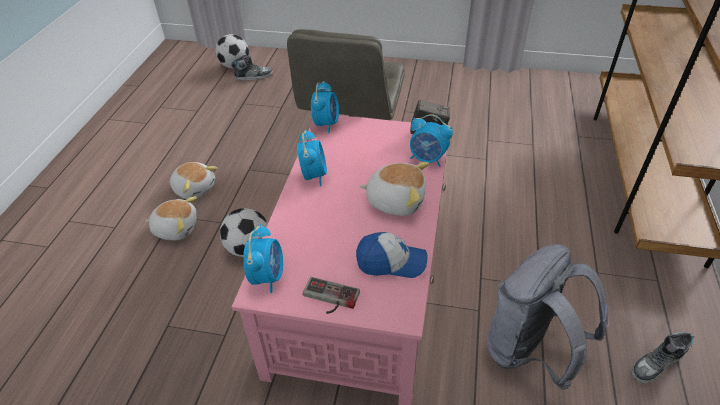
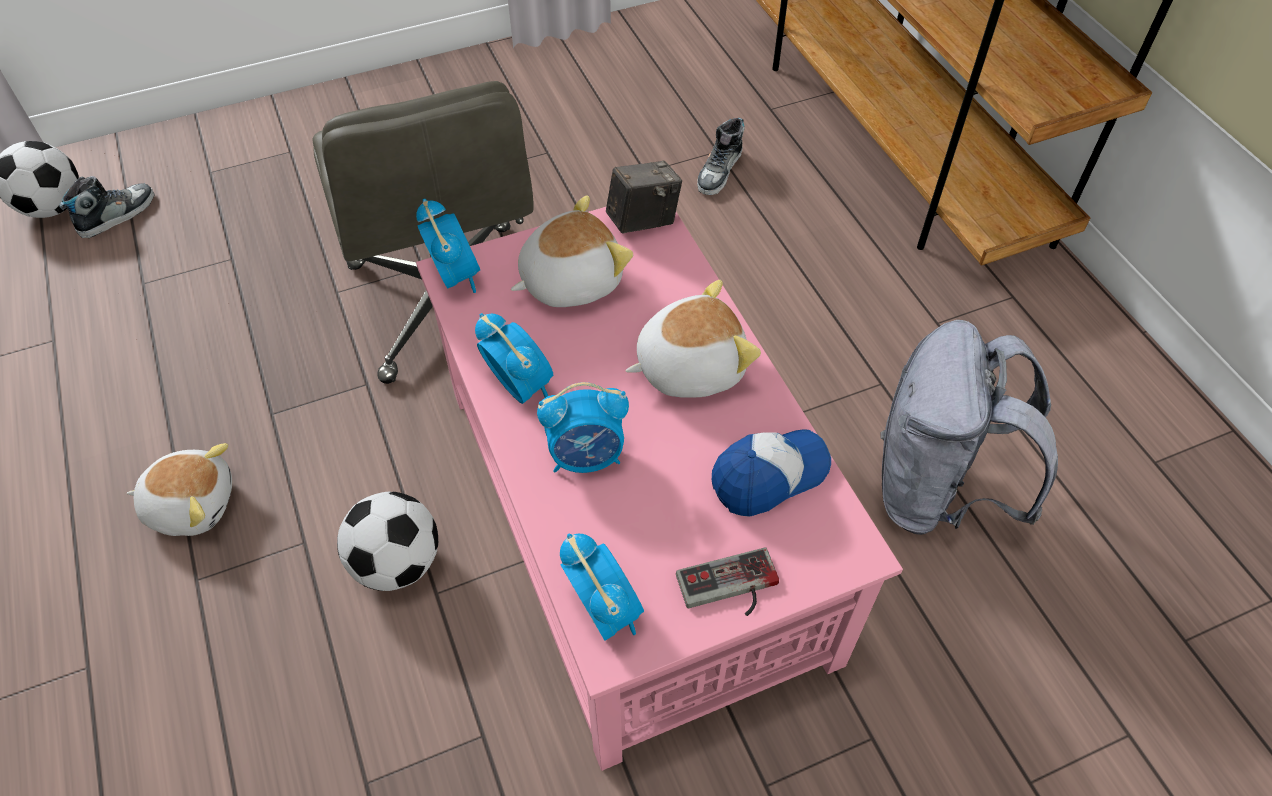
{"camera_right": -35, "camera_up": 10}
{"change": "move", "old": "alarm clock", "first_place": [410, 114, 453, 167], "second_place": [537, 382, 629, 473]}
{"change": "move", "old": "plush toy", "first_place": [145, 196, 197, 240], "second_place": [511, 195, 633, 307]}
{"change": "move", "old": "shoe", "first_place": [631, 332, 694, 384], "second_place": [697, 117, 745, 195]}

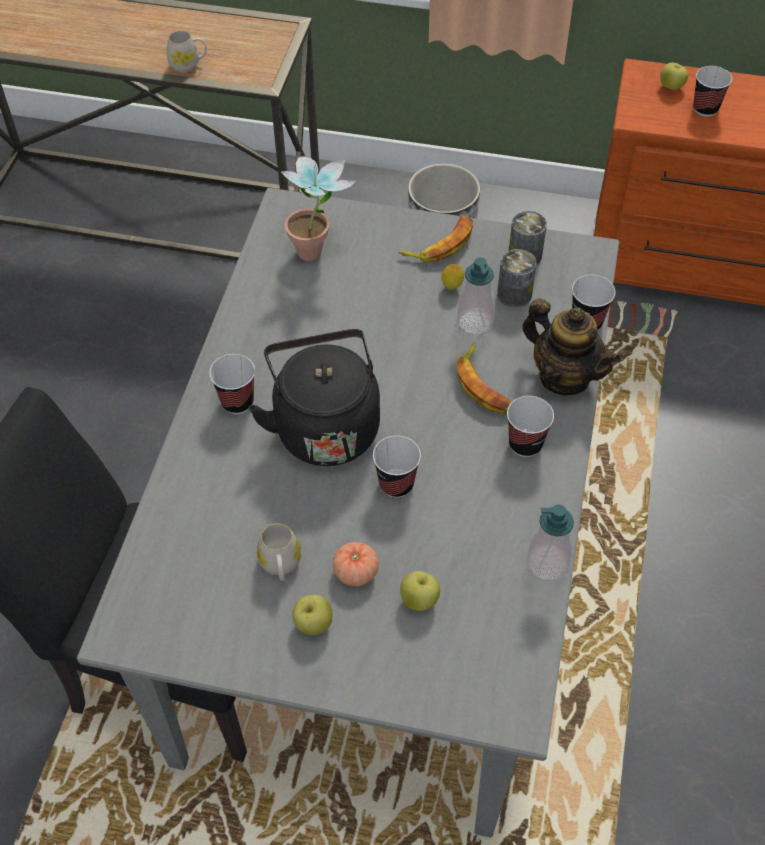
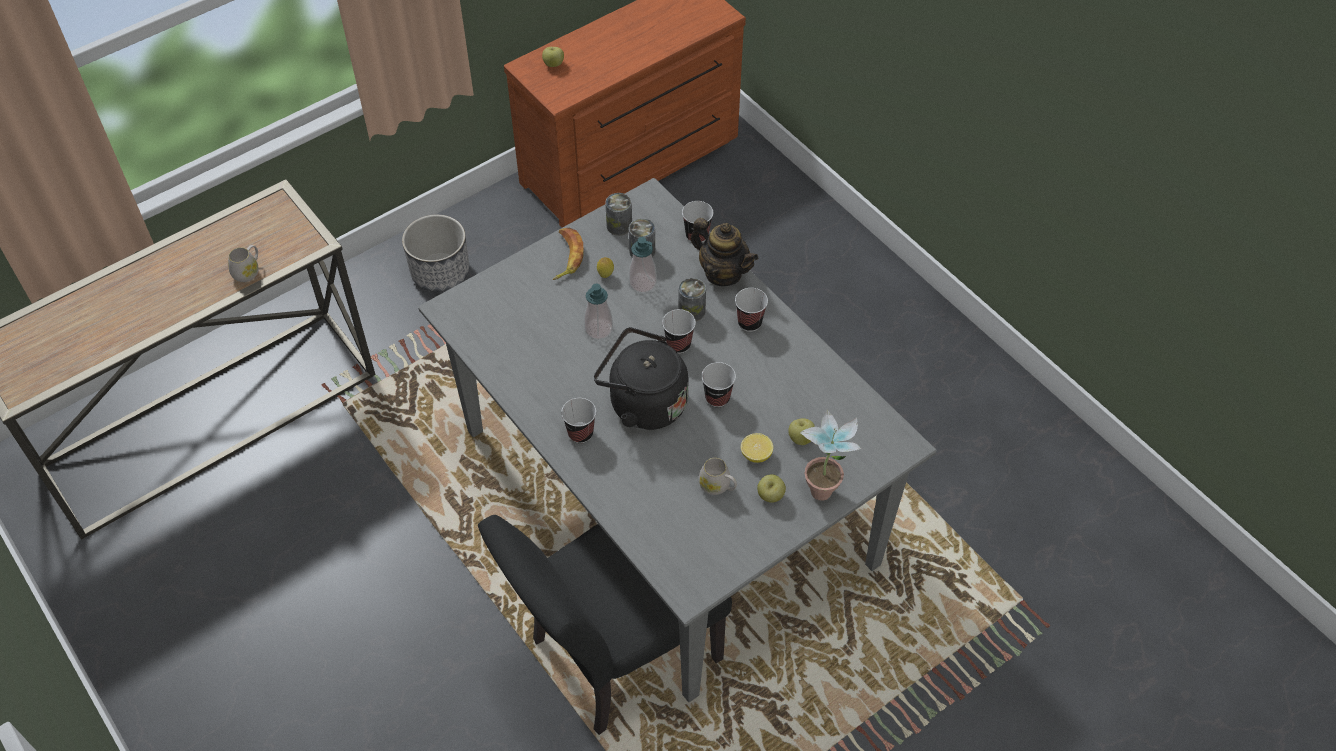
{"camera_right": -50, "camera_up": 0}
{"change": "move", "old": "cup", "first_place": [693, 66, 732, 117], "second_place": [662, 309, 696, 354]}
{"change": "move", "old": "potted plant", "first_place": [281, 156, 355, 261], "second_place": [800, 409, 861, 501]}
{"change": "rotate", "old": "teapot", "first_place": [522, 298, 621, 395], "second_place": [691, 218, 758, 286], "degrees": 45}
{"change": "replace", "old": "banana", "new": "can", "first_place": [457, 342, 512, 414], "second_place": [678, 278, 706, 321]}
{"change": "move", "old": "soap dispenser", "first_place": [526, 504, 574, 581], "second_place": [584, 284, 613, 340]}
{"change": "replace", "old": "tomato", "new": "lemon", "first_place": [333, 542, 379, 586], "second_place": [741, 433, 773, 463]}

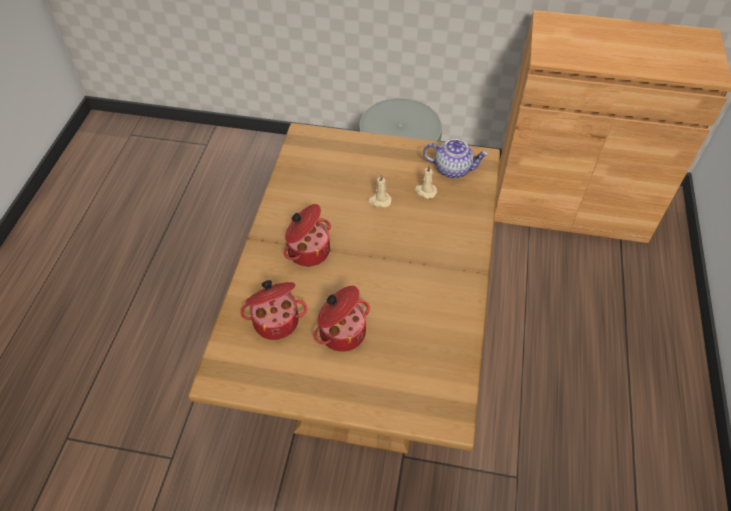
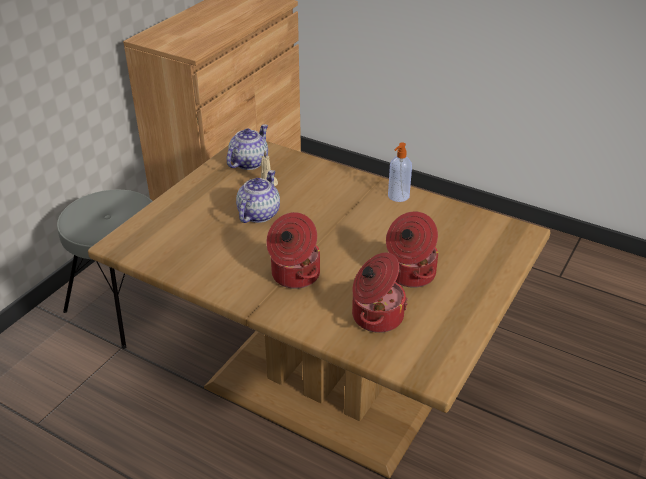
{"camera_right": -70, "camera_up": -15}
{"change": "replace", "old": "beige candle", "new": "teapot", "first_place": [368, 174, 392, 208], "second_place": [236, 170, 280, 223]}
{"change": "insert", "new": "soap dispenser", "second_place": [388, 142, 412, 202]}

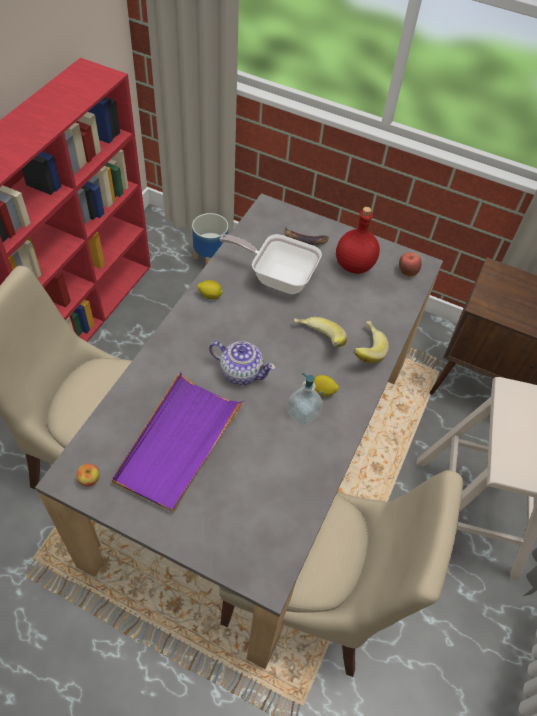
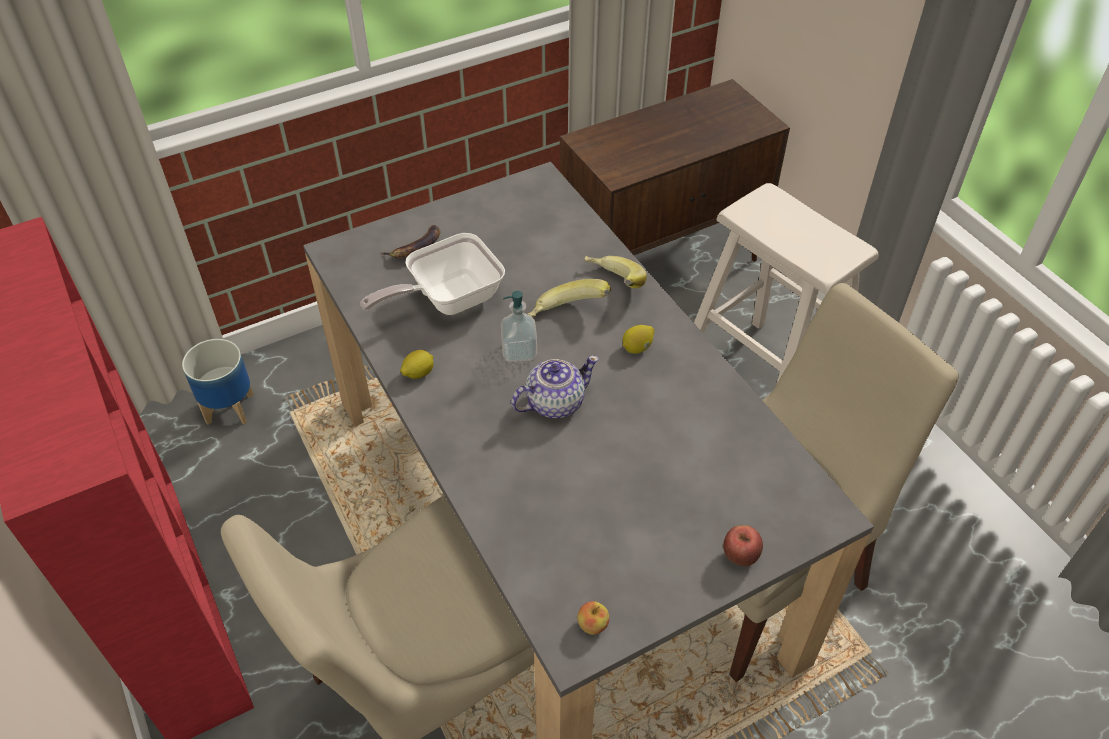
{"camera_right": -50, "camera_up": -5}
{"change": "delete", "old": "red bottle", "first_place": [336, 207, 380, 274]}
{"change": "move", "old": "apple", "first_place": [399, 252, 422, 276], "second_place": [723, 525, 763, 566]}
{"change": "delete", "old": "purple tray", "first_place": [112, 372, 244, 513]}
{"change": "move", "old": "soap dispenser", "first_place": [287, 373, 323, 426], "second_place": [501, 291, 537, 362]}

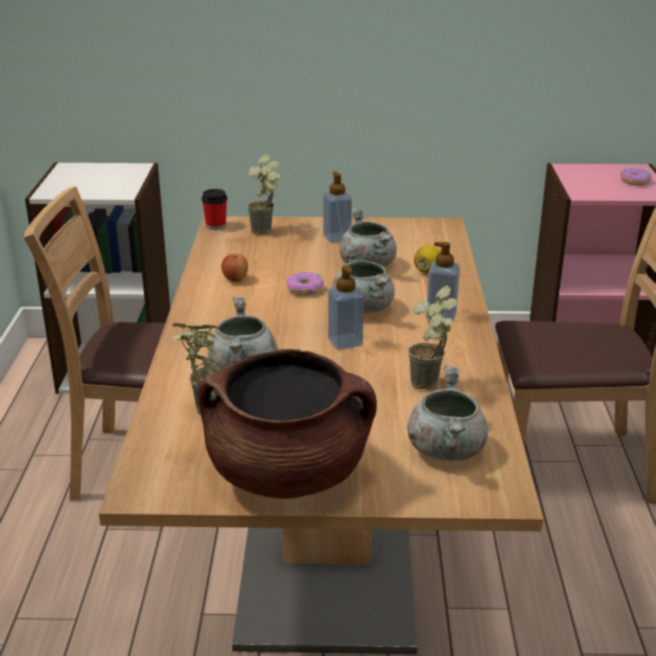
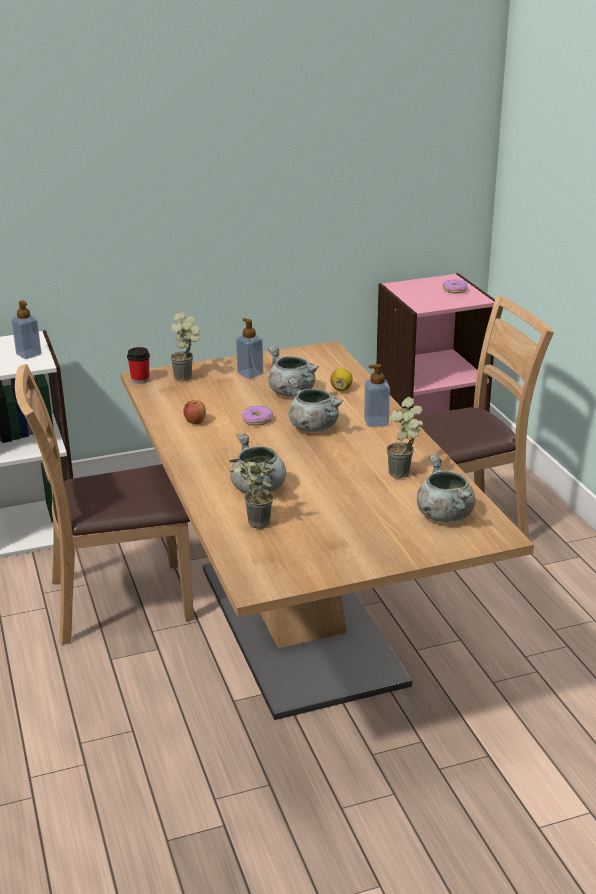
{"camera_right": -20, "camera_up": 0}
{"change": "move", "old": "soap dispenser", "first_place": [328, 265, 364, 350], "second_place": [11, 301, 42, 359]}
{"change": "delete", "old": "brown cooking pot", "first_place": [198, 349, 377, 499]}

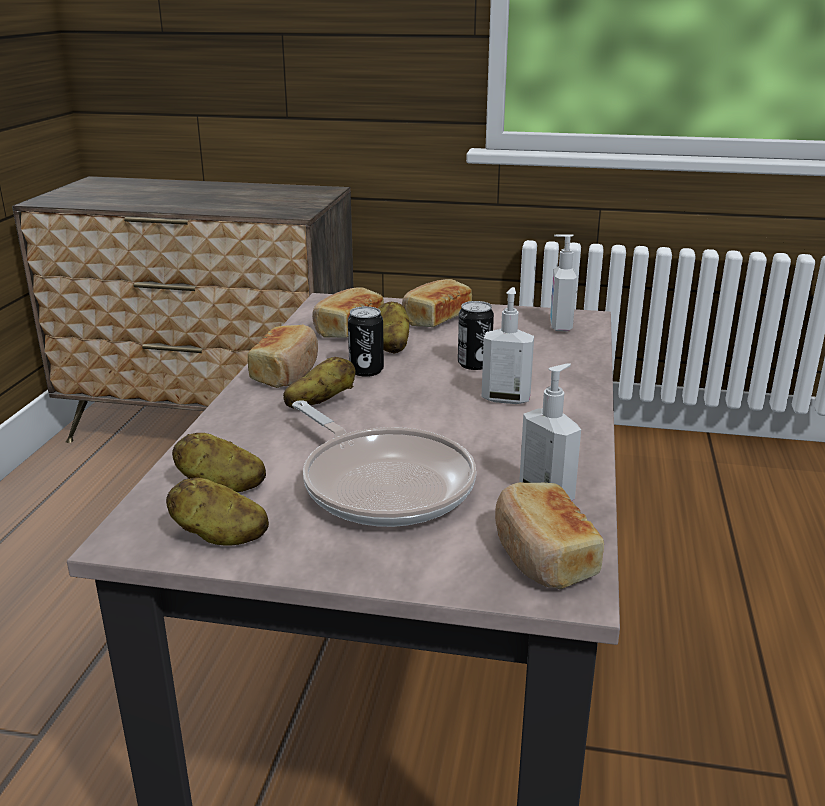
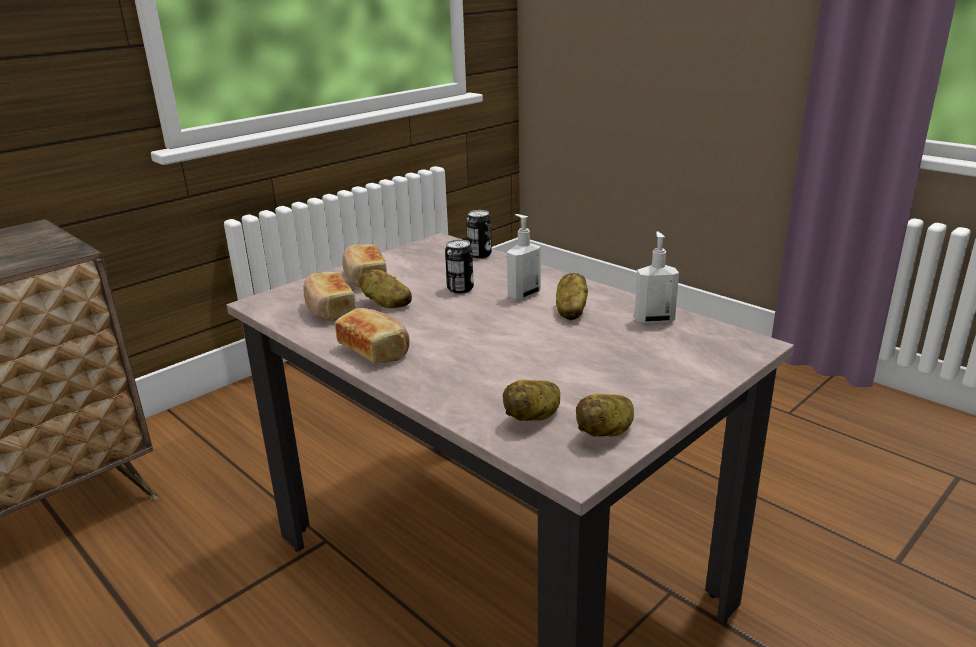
{"camera_right": -55, "camera_up": 0}
{"change": "delete", "old": "soap dispenser", "first_place": [550, 234, 577, 331]}
{"change": "move", "old": "can", "first_place": [348, 306, 384, 377], "second_place": [467, 210, 492, 258]}
{"change": "move", "old": "potato", "first_place": [283, 357, 355, 409], "second_place": [556, 273, 588, 320]}
{"change": "delete", "old": "frying pan", "first_place": [292, 400, 476, 527]}
{"change": "delete", "old": "bread", "first_place": [495, 482, 604, 589]}

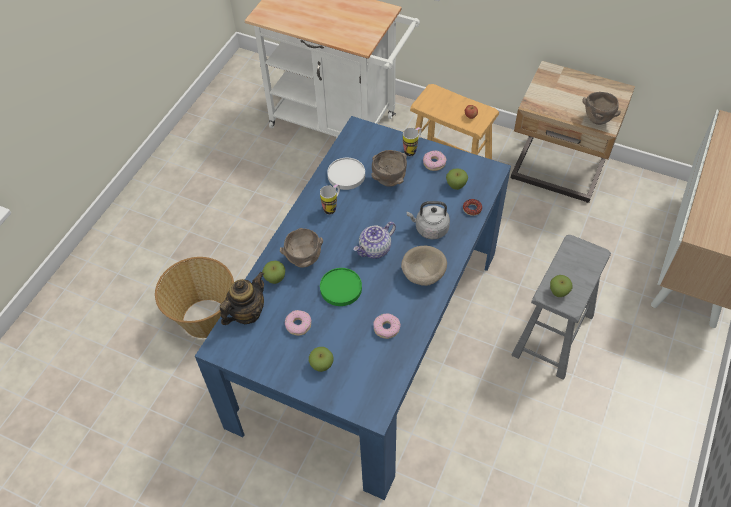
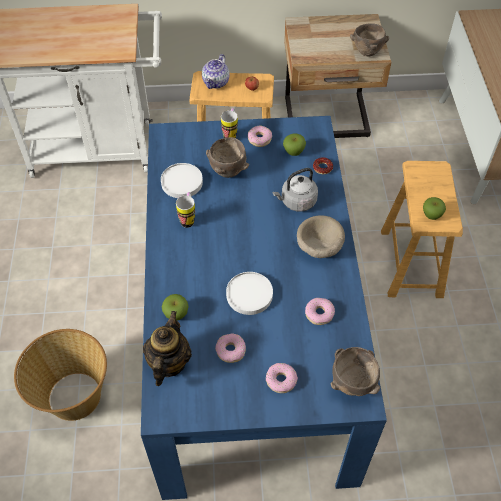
{"camera_right": -30, "camera_up": 0}
{"change": "move", "old": "teapot", "first_place": [353, 222, 396, 259], "second_place": [202, 54, 229, 89]}
{"change": "move", "old": "brown bowl", "first_place": [280, 228, 323, 267], "second_place": [331, 347, 380, 396]}
{"change": "recolor", "old": "grey stool", "new": "brown stool", "first_place": [512, 235, 611, 379], "second_place": [381, 161, 463, 298]}
{"change": "recolor", "old": "green plate", "new": "white plate", "first_place": [320, 268, 362, 306], "second_place": [226, 272, 273, 315]}
{"change": "replace", "old": "apple", "new": "donut", "first_place": [309, 347, 334, 372], "second_place": [266, 363, 298, 393]}

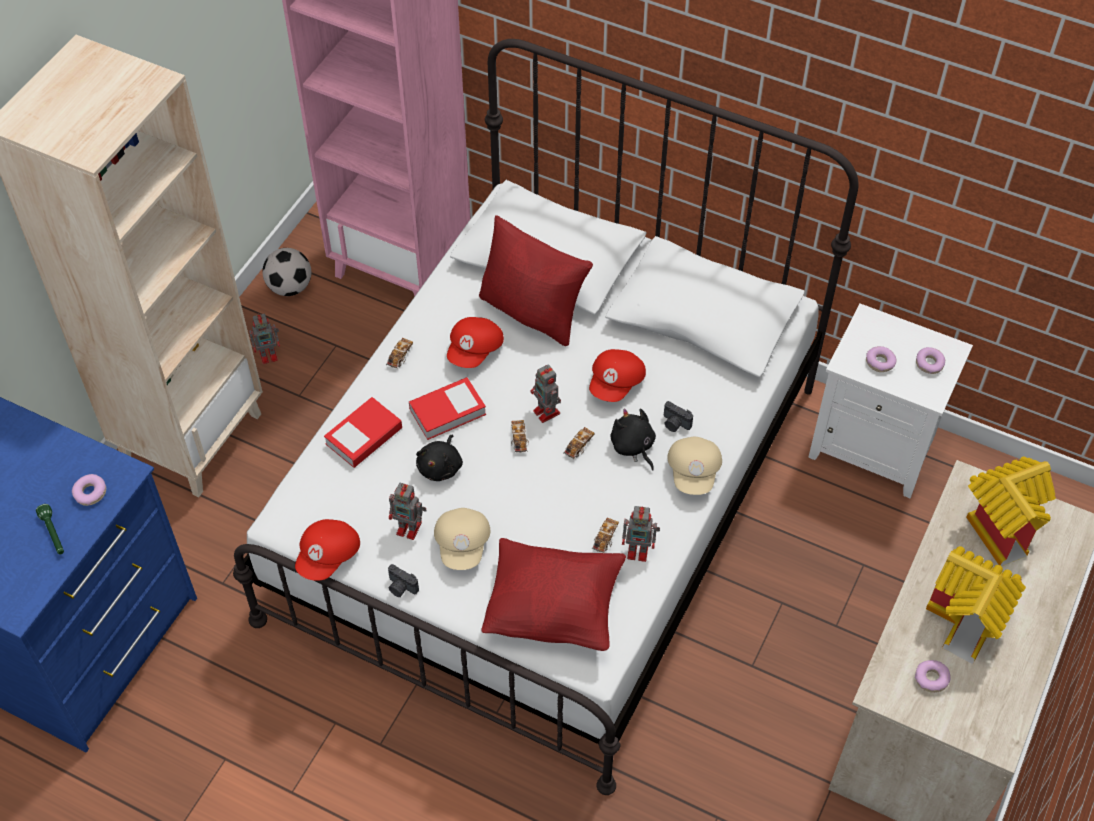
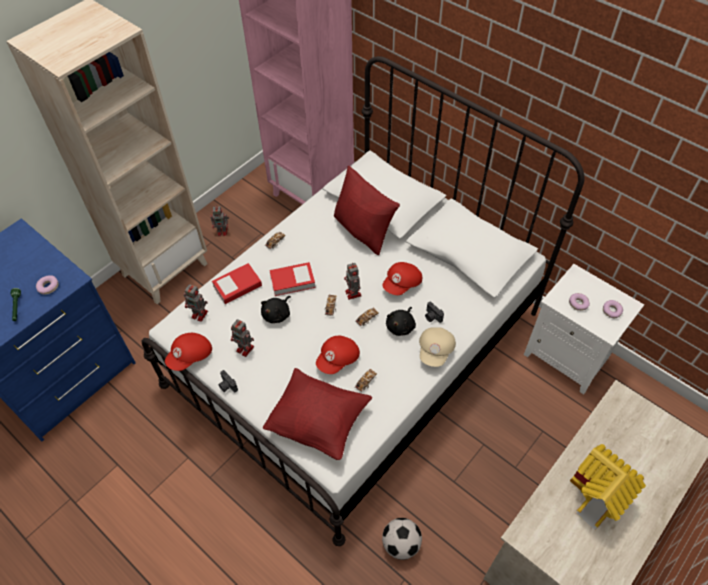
{"camera_right": 15, "camera_up": 0}
{"change": "move", "old": "football", "first_place": [262, 248, 311, 296], "second_place": [382, 518, 422, 560]}
{"change": "move", "old": "red cap", "first_place": [447, 317, 504, 368], "second_place": [316, 336, 360, 374]}
{"change": "rotate", "old": "black plush toy", "first_place": [610, 409, 656, 471], "second_place": [386, 307, 416, 336], "degrees": -135}
{"change": "delete", "old": "toy house", "first_place": [966, 456, 1056, 566]}
{"change": "move", "old": "toy robot", "first_place": [622, 506, 660, 562], "second_place": [184, 284, 208, 322]}
{"change": "delete", "old": "beige cap", "first_place": [434, 508, 490, 570]}
{"change": "delete", "old": "donut", "first_place": [915, 660, 951, 693]}

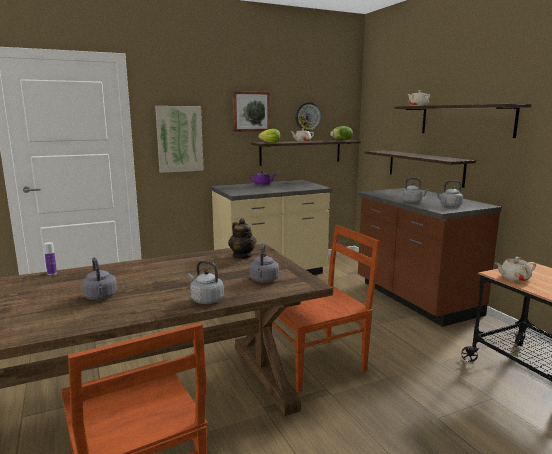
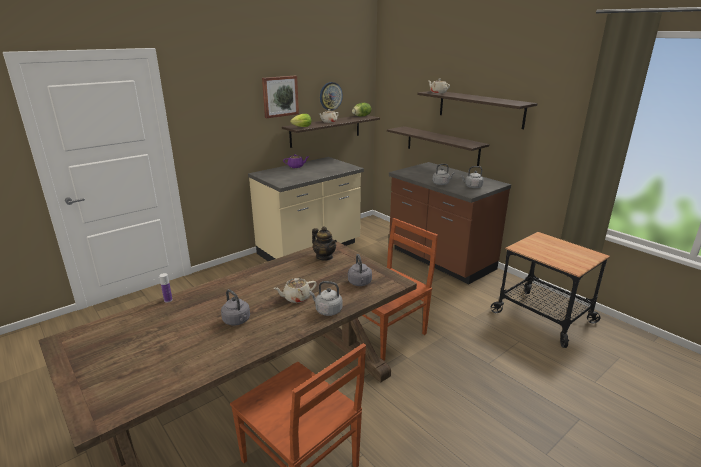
{"camera_right": -15, "camera_up": 10}
{"change": "delete", "old": "picture", "first_place": [155, 106, 204, 173]}
{"change": "move", "old": "beige teapot", "first_place": [496, 257, 536, 282], "second_place": [273, 278, 317, 303]}

